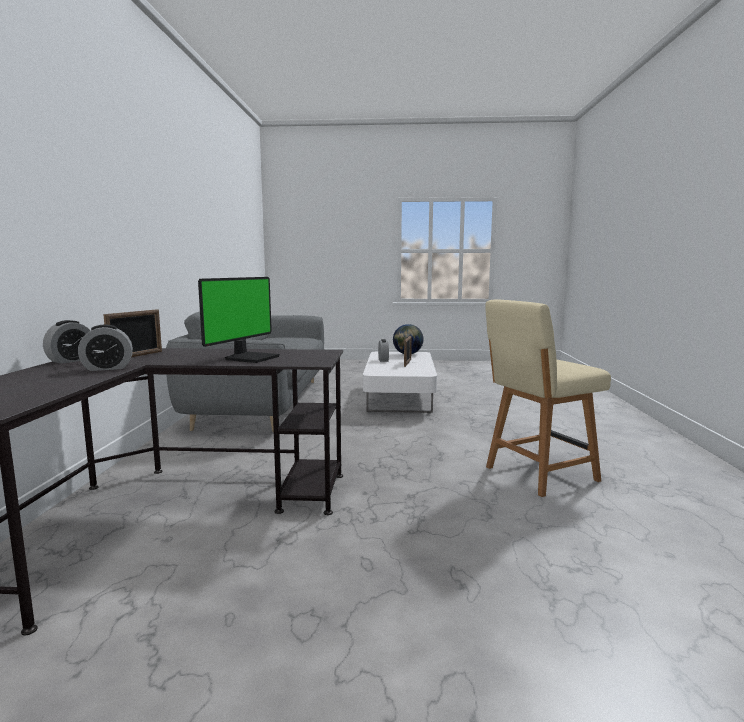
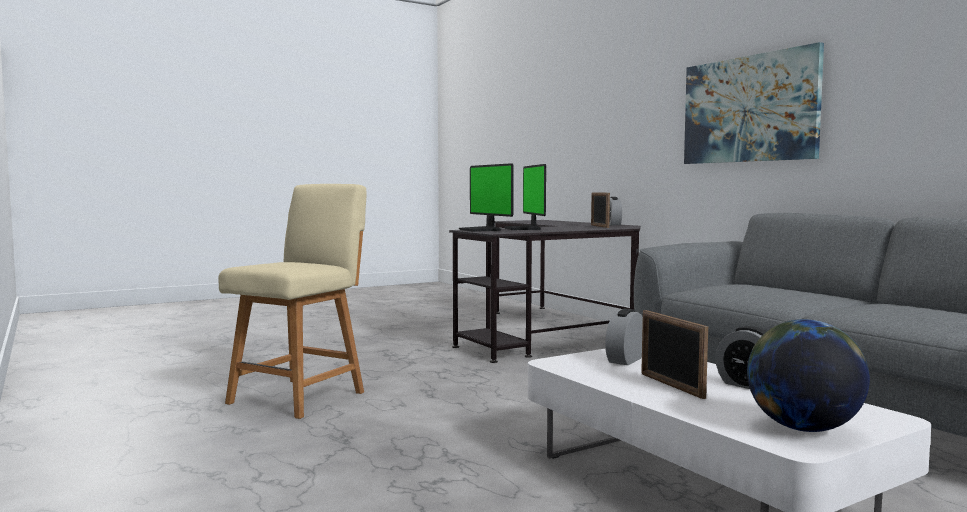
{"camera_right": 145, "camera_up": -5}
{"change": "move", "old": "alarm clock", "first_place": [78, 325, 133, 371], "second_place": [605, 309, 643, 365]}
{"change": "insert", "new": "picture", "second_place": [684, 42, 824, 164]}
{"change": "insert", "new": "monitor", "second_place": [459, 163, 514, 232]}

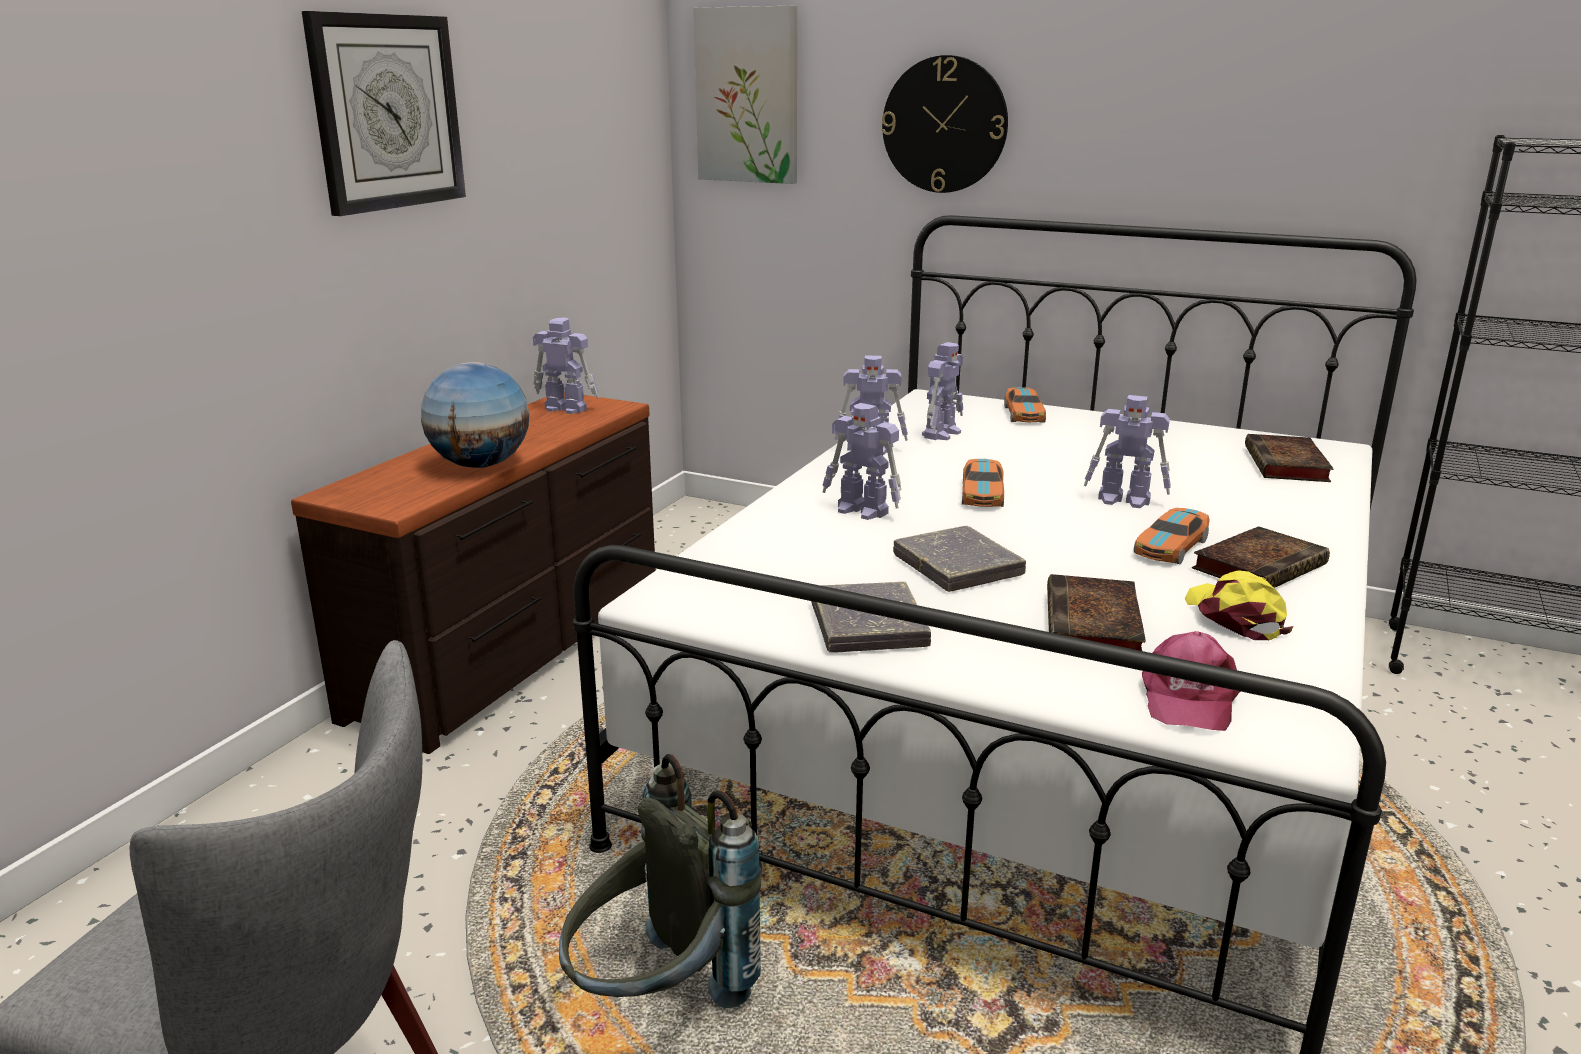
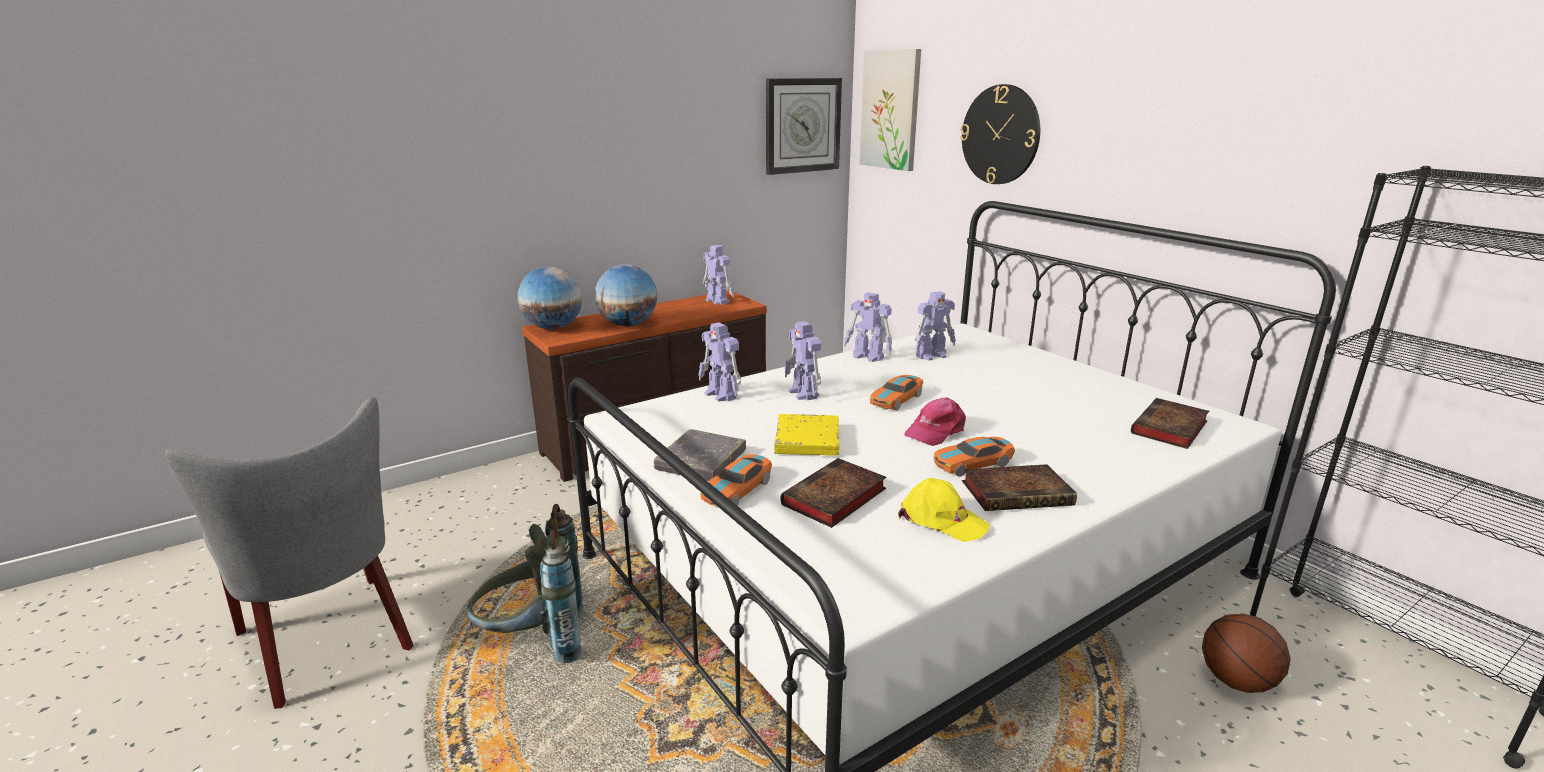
{"camera_right": 30, "camera_up": 0}
{"change": "move", "old": "wall clock", "first_place": [302, 11, 466, 216], "second_place": [766, 78, 842, 175]}
{"change": "move", "old": "toy car", "first_place": [1004, 387, 1046, 422], "second_place": [701, 454, 772, 506]}
{"change": "move", "old": "toy robot", "first_place": [1084, 395, 1171, 508], "second_place": [698, 322, 741, 402]}
{"change": "recolor", "old": "grey book", "new": "yellow book", "first_place": [893, 526, 1026, 592], "second_place": [774, 414, 839, 456]}
{"change": "rotate", "old": "yellow cap", "first_place": [1185, 571, 1293, 640], "second_place": [898, 478, 990, 542], "degrees": 105}
{"change": "move", "old": "pink cap", "first_place": [1142, 631, 1240, 731], "second_place": [904, 397, 966, 446]}
{"change": "insert", "new": "globe", "second_place": [518, 266, 582, 329]}
{"change": "insert", "new": "basketball", "second_place": [1202, 613, 1291, 693]}

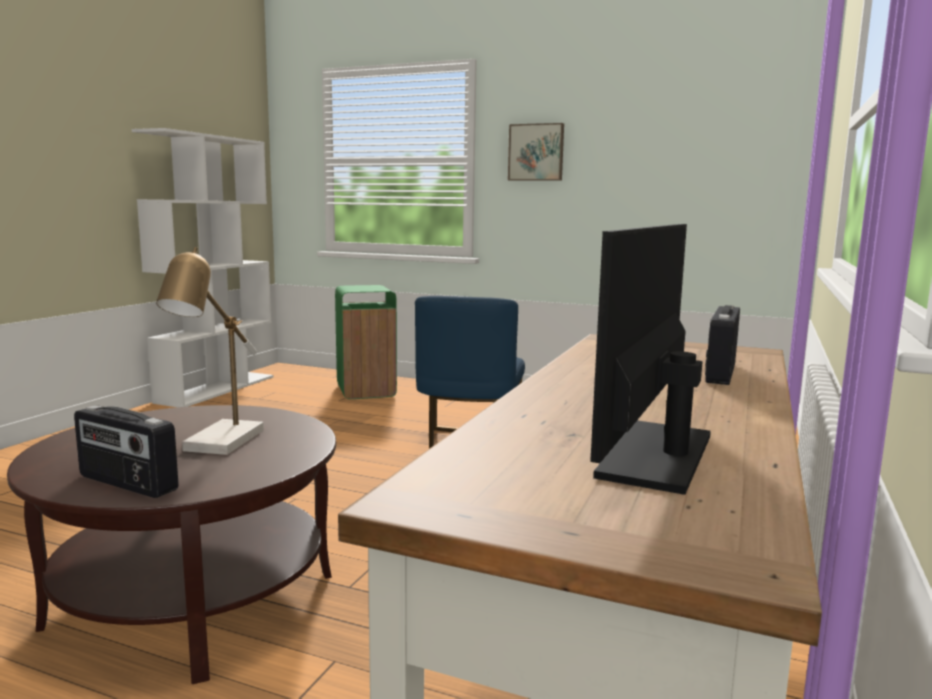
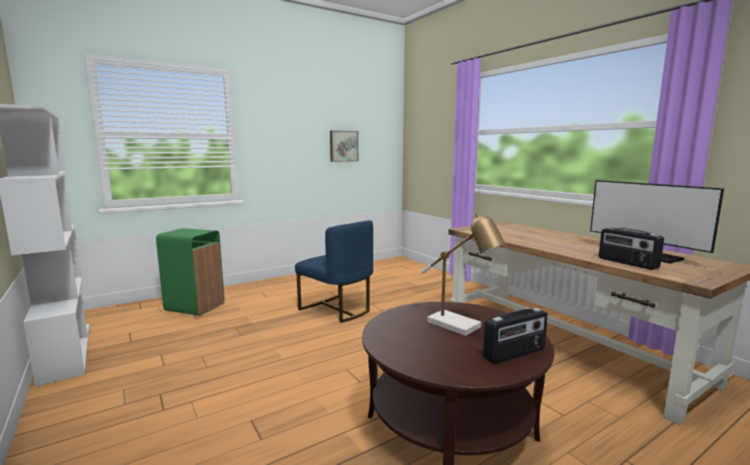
{"camera_right": -55, "camera_up": 0}
{"change": "move", "old": "picture", "first_place": [508, 123, 564, 181], "second_place": [330, 131, 358, 162]}
{"change": "move", "old": "radio", "first_place": [705, 305, 740, 385], "second_place": [599, 228, 664, 270]}

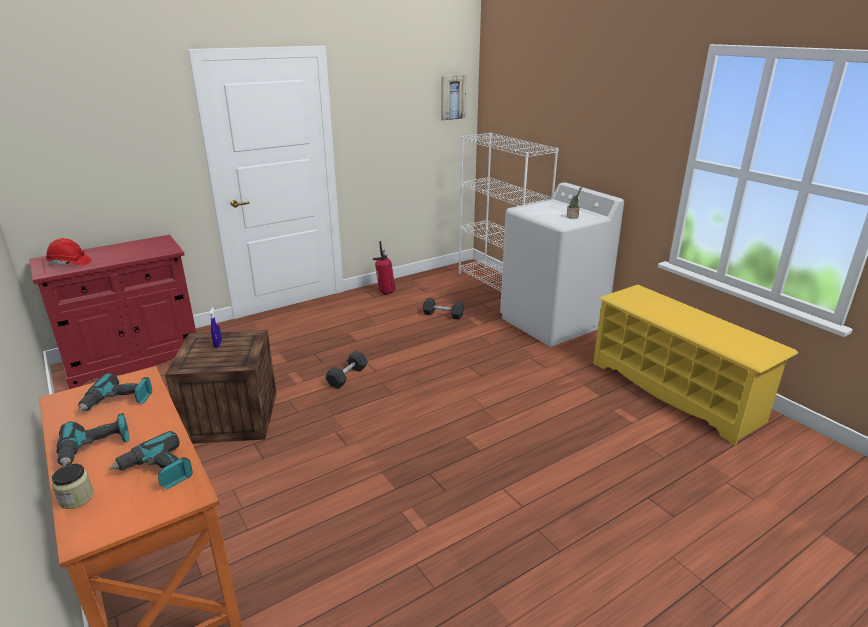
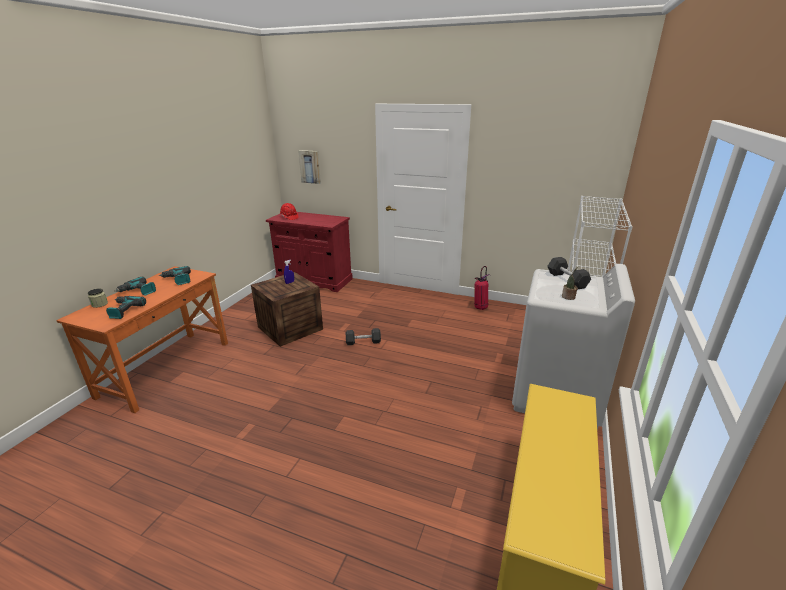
{"camera_right": 55, "camera_up": 0}
{"change": "move", "old": "picture", "first_place": [441, 75, 466, 121], "second_place": [298, 150, 321, 184]}
{"change": "move", "old": "grey dumbbell", "first_place": [423, 298, 464, 319], "second_place": [547, 257, 591, 290]}

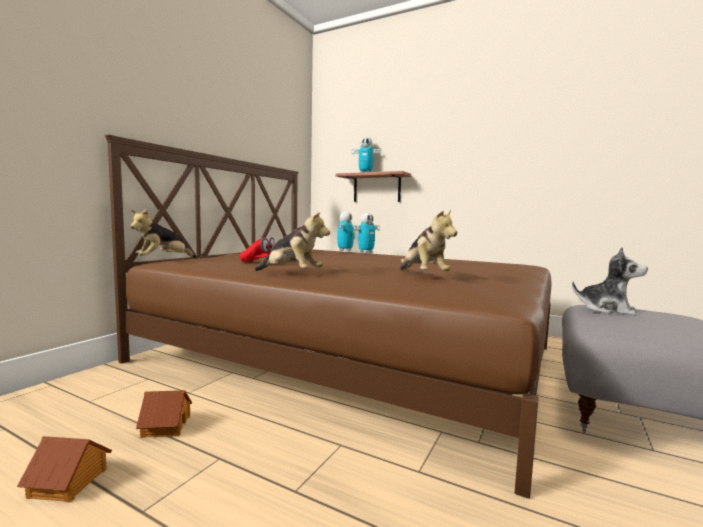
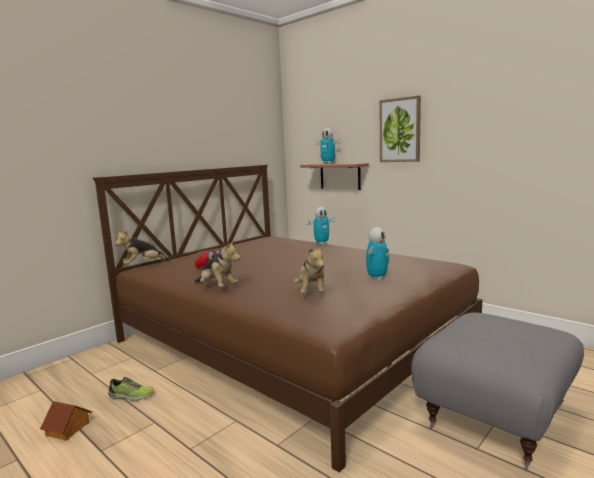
{"camera_right": 15, "camera_up": 5}
{"change": "move", "old": "toy robot", "first_place": [337, 211, 355, 252], "second_place": [366, 228, 389, 280]}
{"change": "delete", "old": "plush toy", "first_place": [572, 247, 648, 316]}
{"change": "replace", "old": "toy house", "new": "shoe", "first_place": [136, 390, 192, 438], "second_place": [108, 377, 154, 401]}
{"change": "insert", "new": "picture", "second_place": [380, 96, 421, 162]}

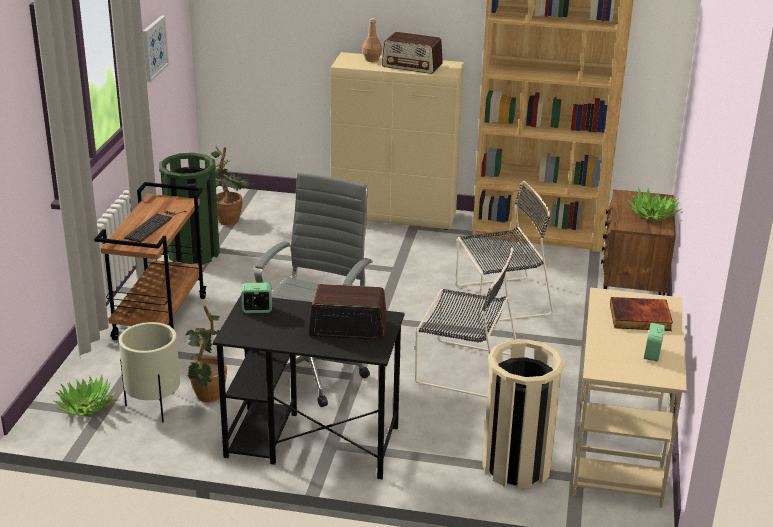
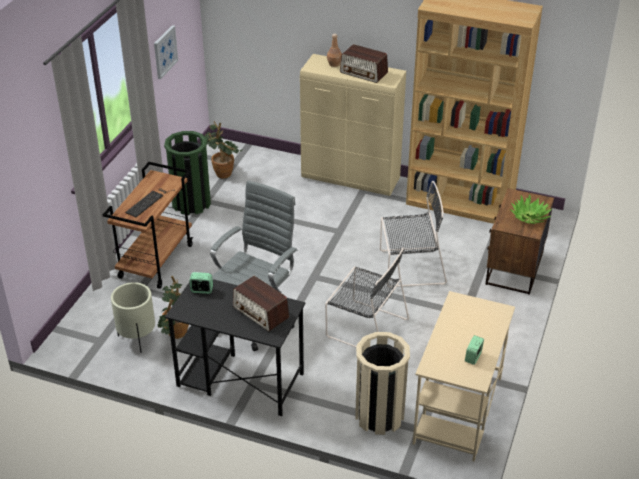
{"camera_right": 10, "camera_up": 10}
{"change": "rotate", "old": "radio", "first_place": [309, 284, 387, 340], "second_place": [233, 276, 289, 331], "degrees": -150}
{"change": "delete", "old": "book", "first_place": [610, 297, 673, 331]}
{"change": "delete", "old": "potted plant", "first_place": [54, 375, 117, 416]}

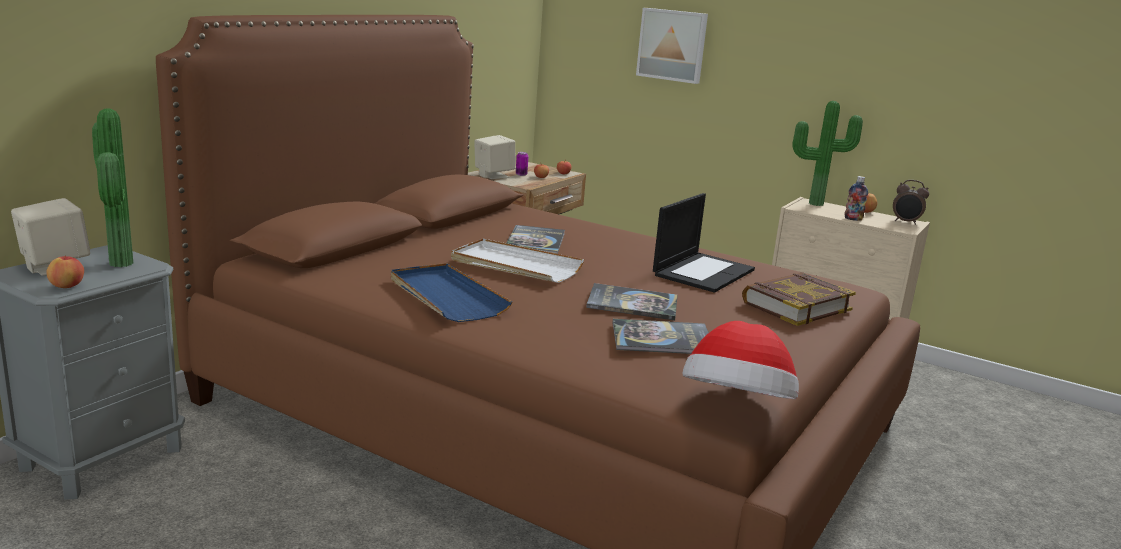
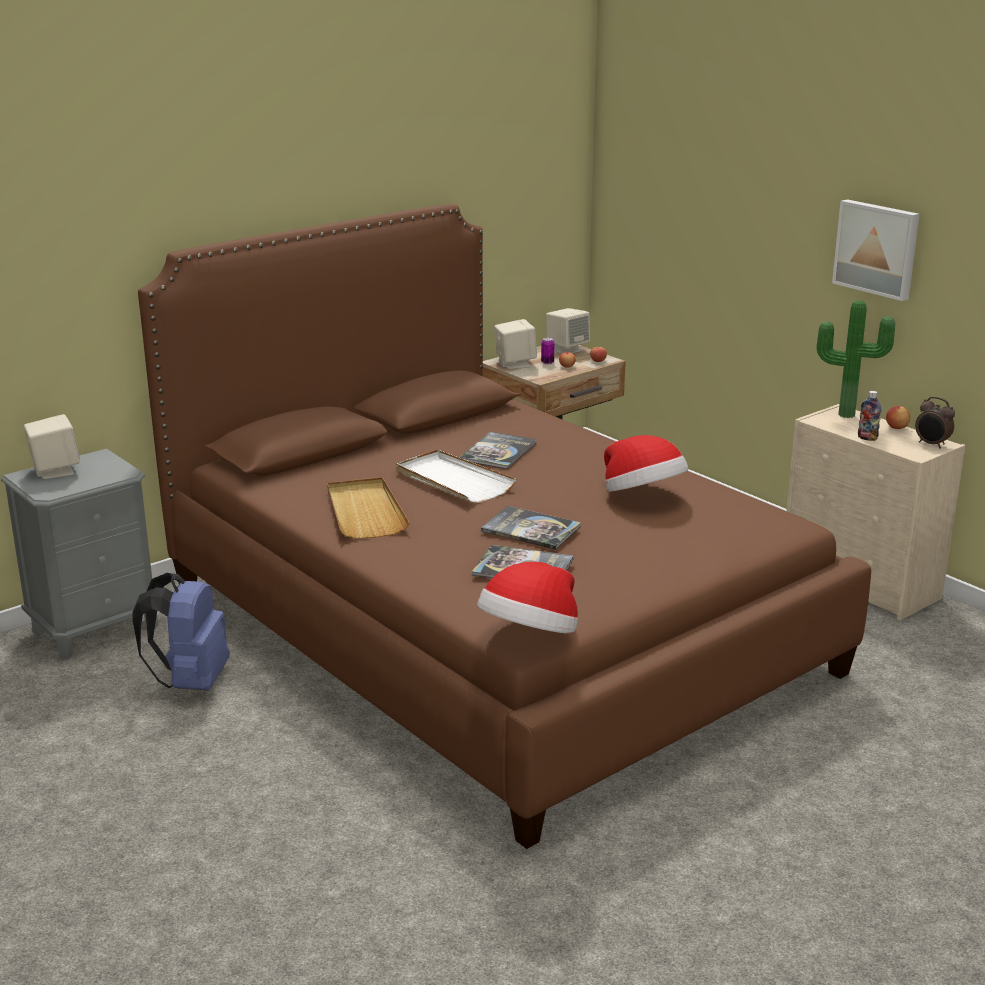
{"camera_right": 20, "camera_up": 5}
{"change": "move", "old": "picture", "first_place": [636, 8, 708, 84], "second_place": [832, 199, 919, 301]}
{"change": "delete", "old": "potted plant", "first_place": [92, 109, 133, 267]}
{"change": "replace", "old": "laptop", "new": "hat", "first_place": [653, 193, 755, 293], "second_place": [604, 435, 688, 492]}
{"change": "delete", "old": "apple", "first_place": [47, 255, 84, 288]}
{"change": "recolor", "old": "blue tray", "new": "beige tray", "first_place": [391, 263, 512, 322], "second_place": [327, 477, 410, 539]}
{"change": "delete", "old": "book", "first_place": [742, 273, 856, 326]}
{"change": "insert", "new": "beige speaker", "second_place": [546, 308, 590, 354]}
{"change": "insert", "new": "blue backpack", "second_place": [132, 573, 230, 691]}

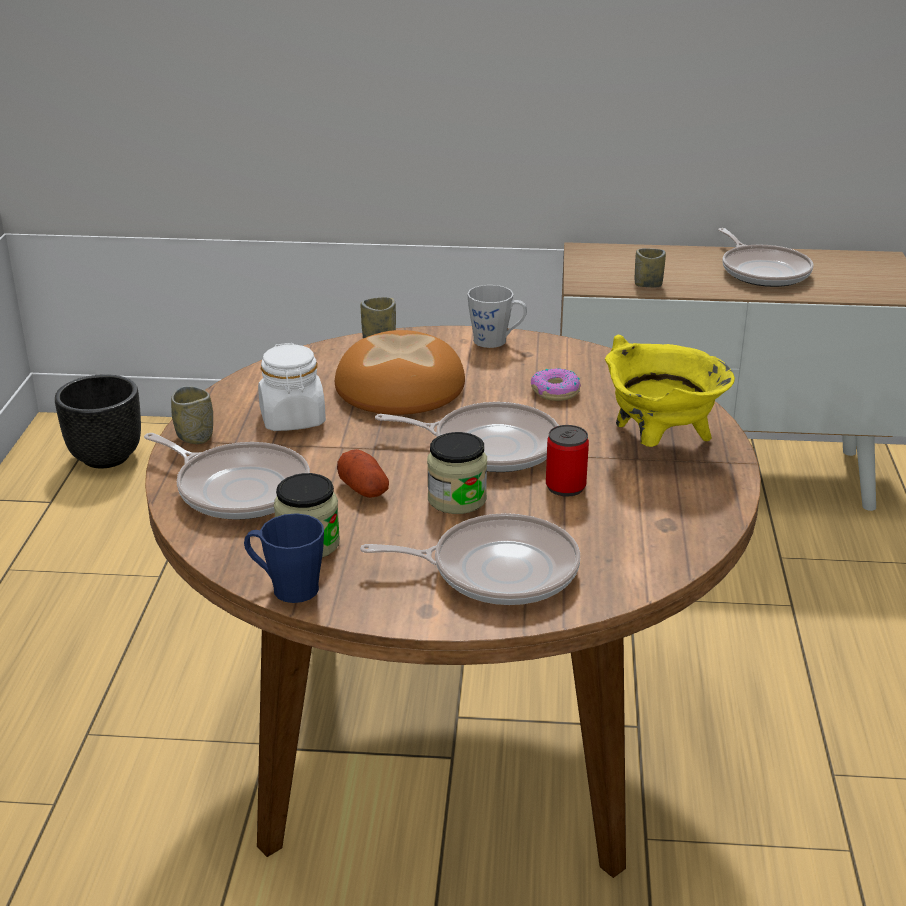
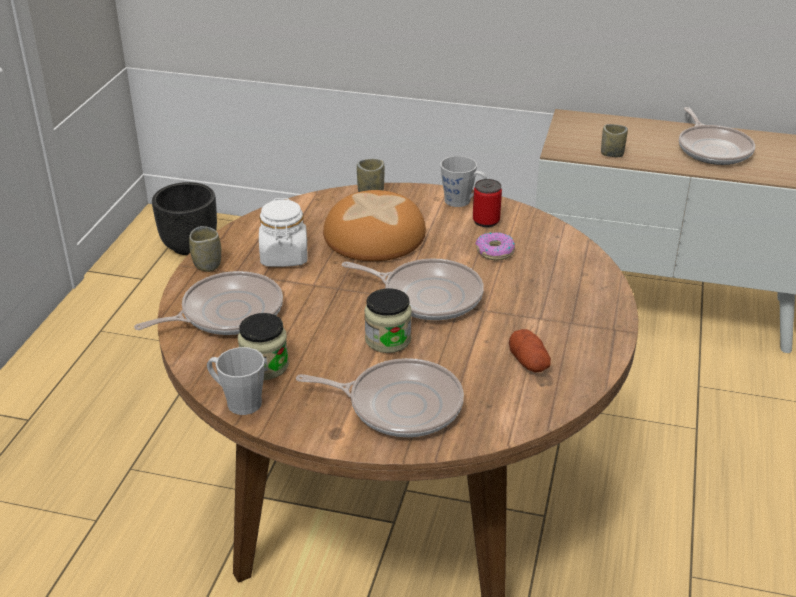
{"camera_right": 10, "camera_up": 5}
{"change": "delete", "old": "yellow cooking pot", "first_place": [605, 335, 735, 447]}
{"change": "move", "old": "can", "first_place": [546, 425, 589, 497], "second_place": [473, 179, 502, 227]}
{"change": "rotate", "old": "frying pan", "first_place": [144, 433, 310, 520], "second_place": [134, 271, 283, 335], "degrees": -75}
{"change": "move", "old": "potato", "first_place": [337, 449, 389, 498], "second_place": [509, 329, 551, 372]}
{"change": "recolor", "old": "blue mug", "new": "grey mug", "first_place": [244, 513, 324, 603], "second_place": [207, 347, 265, 415]}

